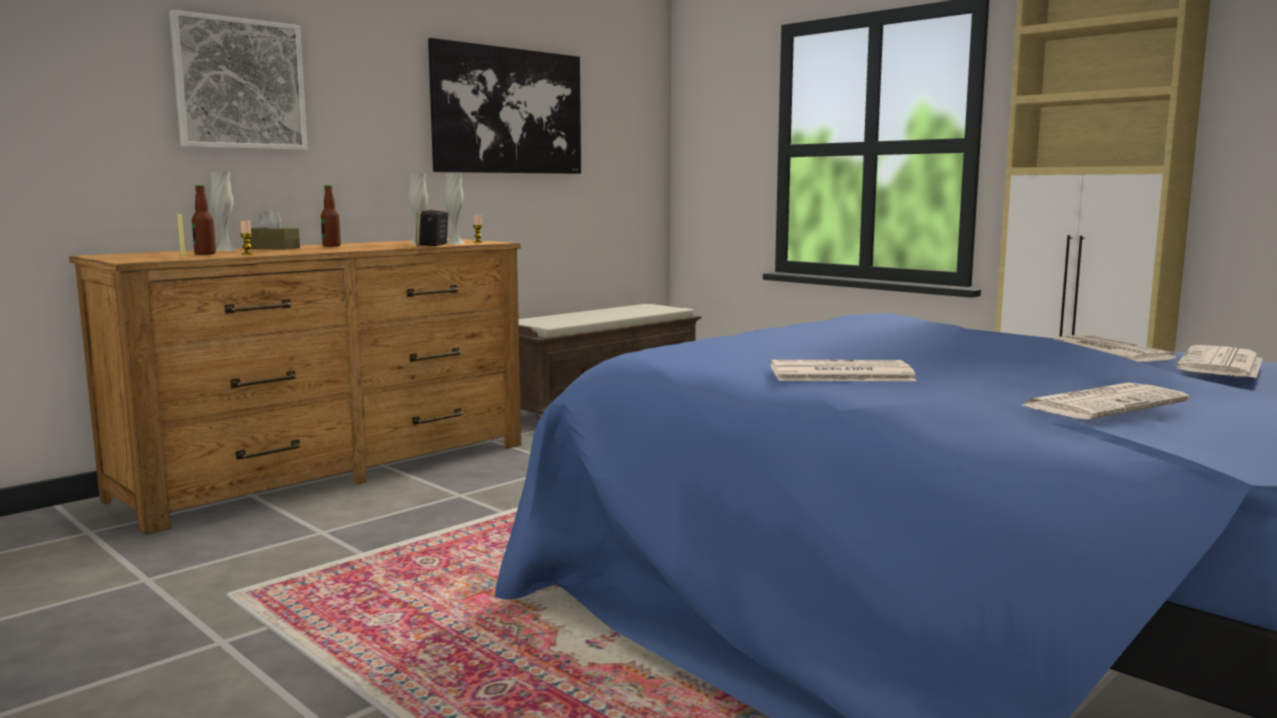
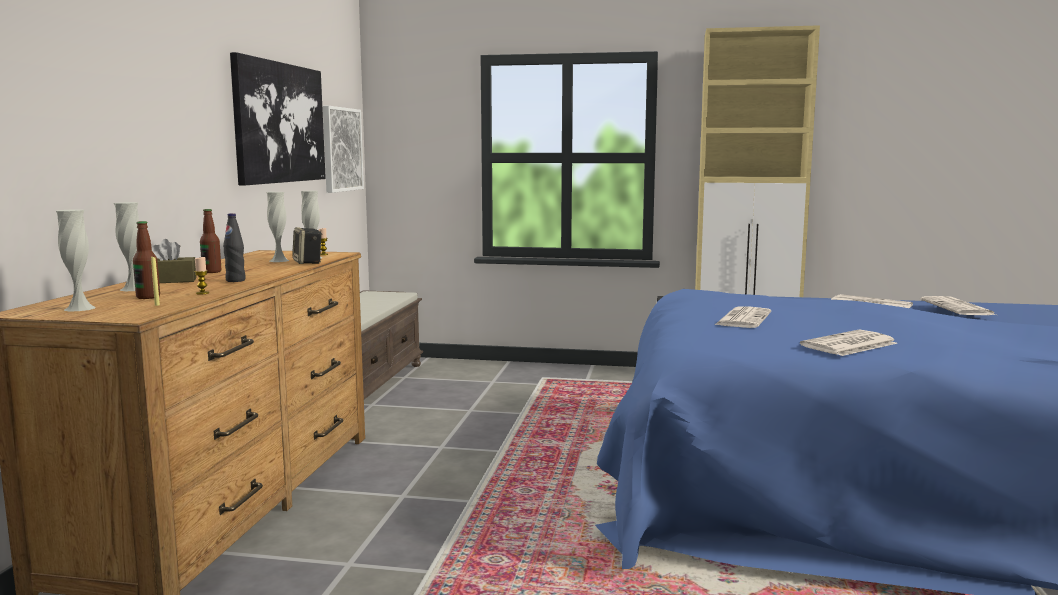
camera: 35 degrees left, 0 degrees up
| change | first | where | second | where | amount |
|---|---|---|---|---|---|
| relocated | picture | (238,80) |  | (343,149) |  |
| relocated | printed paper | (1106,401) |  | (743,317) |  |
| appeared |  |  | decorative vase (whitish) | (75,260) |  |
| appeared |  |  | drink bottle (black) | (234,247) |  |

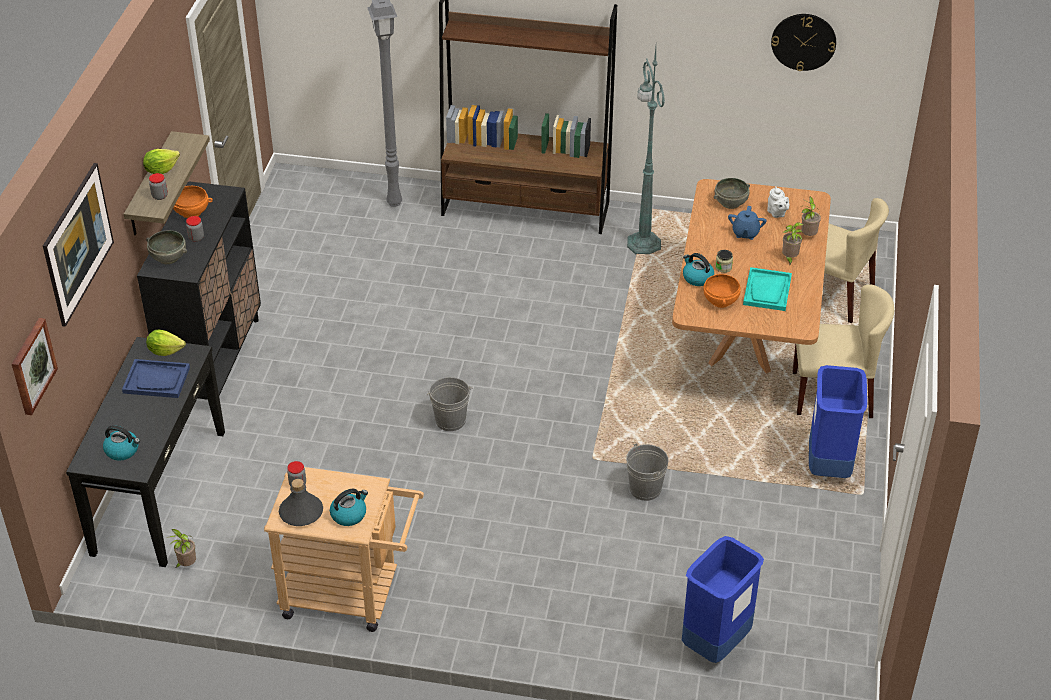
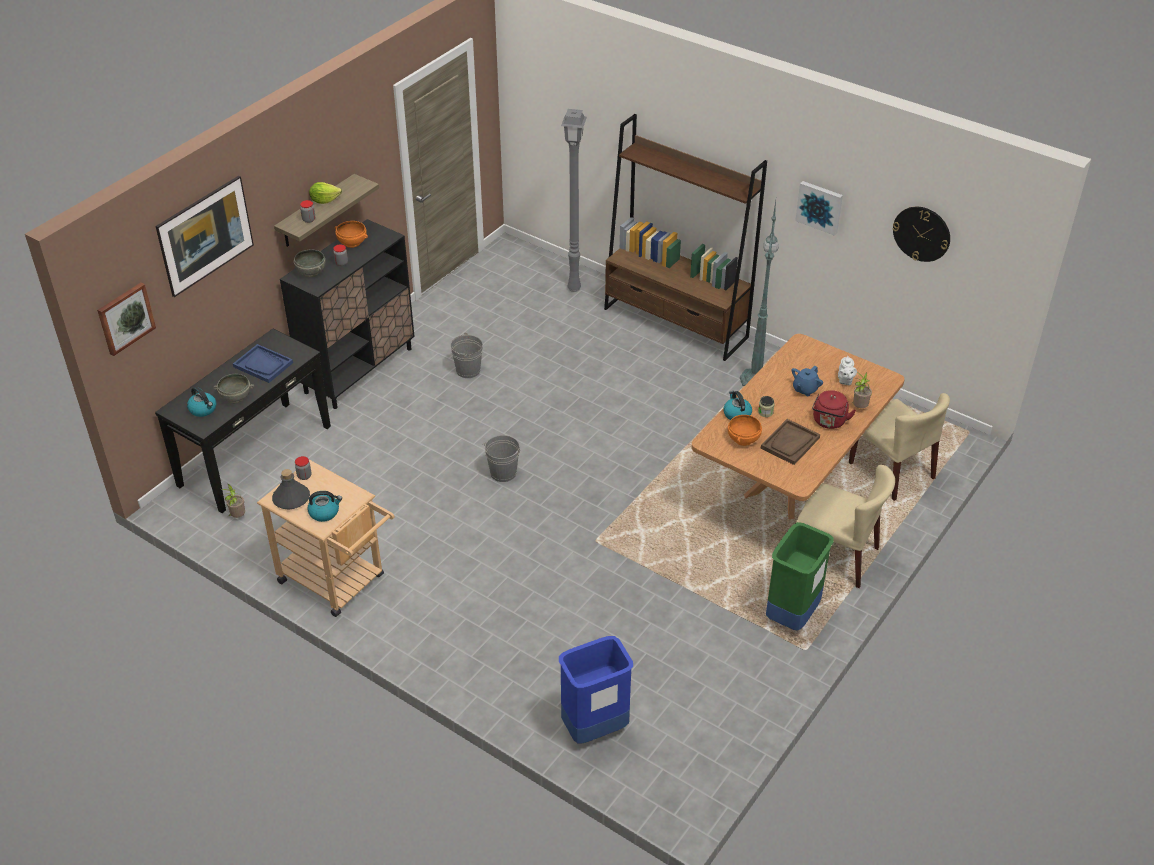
camera: 25 degrees right, 0 degrees up
| change | first | where | second | where | amount |
|---|---|---|---|---|---|
| relocated | deep dish (grey) | (732,193) |  | (233,388) |  |
| exchanged | potted plant | (792,244) | kettle (red-coloured) | (834,409) |  |
| colour | carrying tray (turquoise-coloured) | (767,289) | carrying tray (brown-coloured) | (790,442) |  |
| missing | lettuce head | (166,343) |  |  |  |
| colour | rubbish bin (blue) | (838,421) | rubbish bin (green) | (800,576) |  |
| relocated | pail (grey) | (647,472) |  | (466,355) |  |
| appeared |  |  | picture | (819,208) |  |

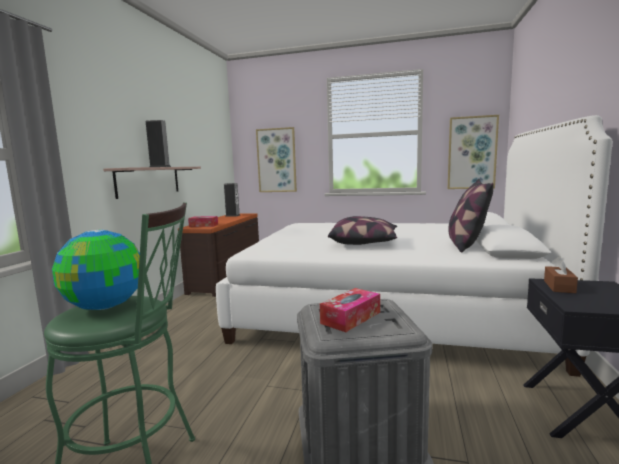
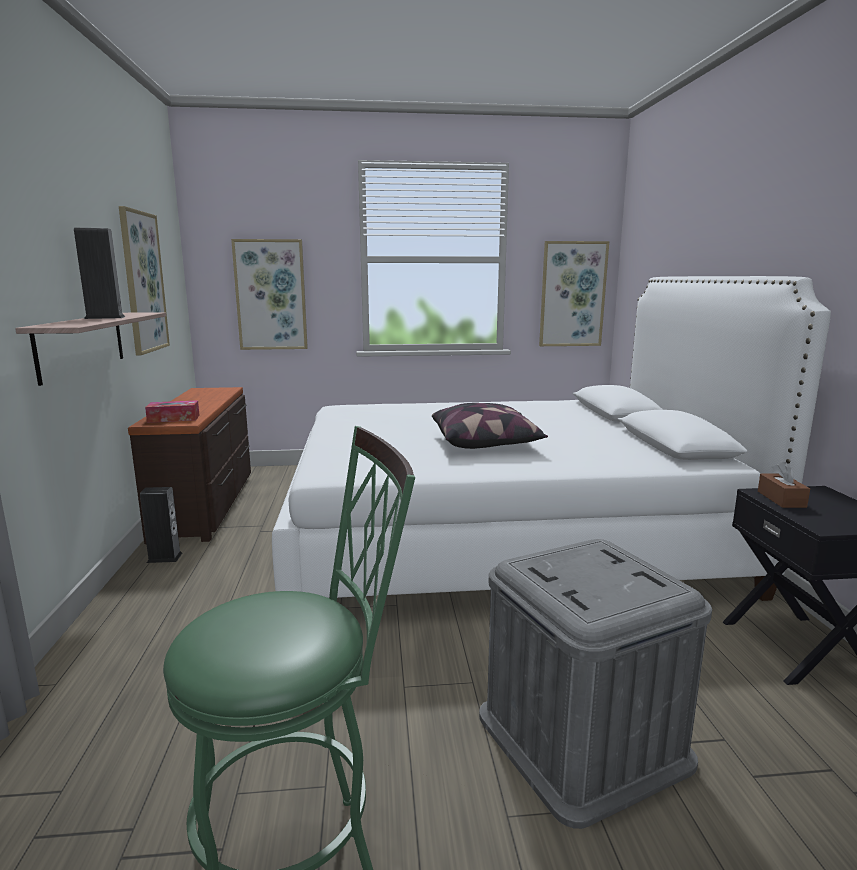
camera: 20 degrees left, 5 degrees up
| change | first | where | second | where | amount |
|---|---|---|---|---|---|
| missing | pillow | (471,216) |  |  |  |
| relocated | audio speaker | (232,199) |  | (161,525) |  |
| missing | desk globe | (96,270) |  |  |  |
| missing | tissue holder | (350,310) |  |  |  |
| appeared |  |  | picture | (144,280) |  |

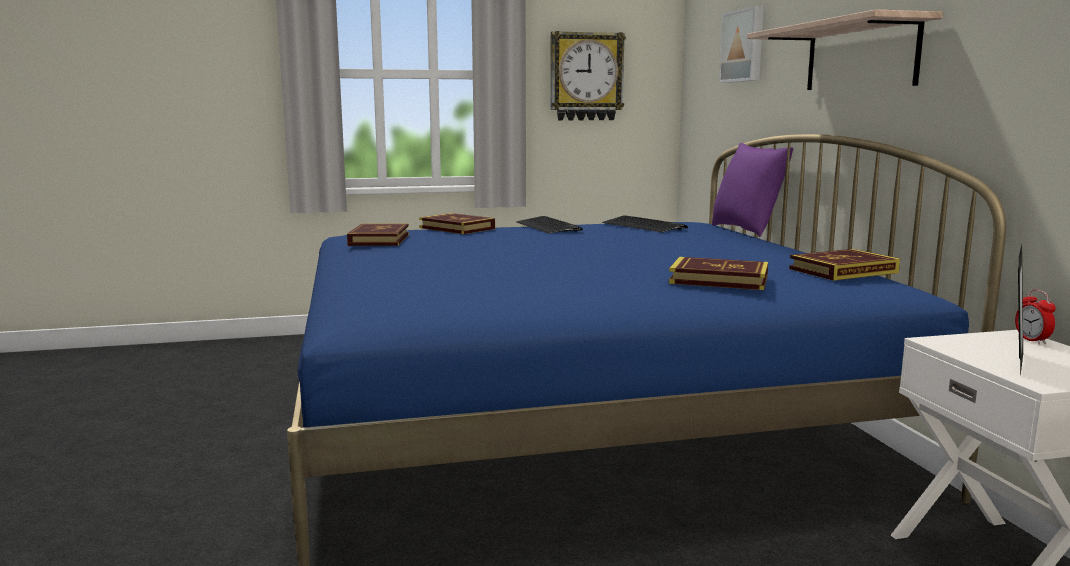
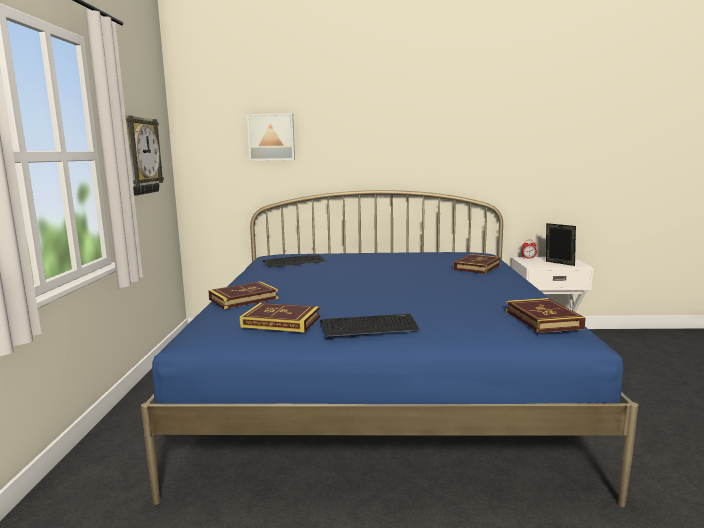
camera: 75 degrees left, 0 degrees up
| change | first | where | second | where | amount |
|---|---|---|---|---|---|
| missing | bracket shelf | (845,49) |  |  |  |
| missing | pillow (purplish) | (752,190) |  |  |  |
| relocated | keyboard | (549,225) |  | (369,325) |  |
| relocated | bound book | (844,265) |  | (546,315) |  |

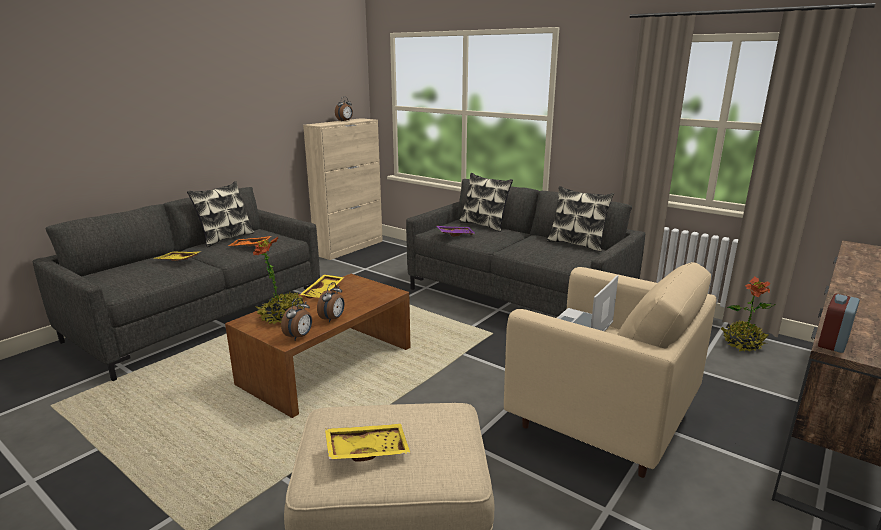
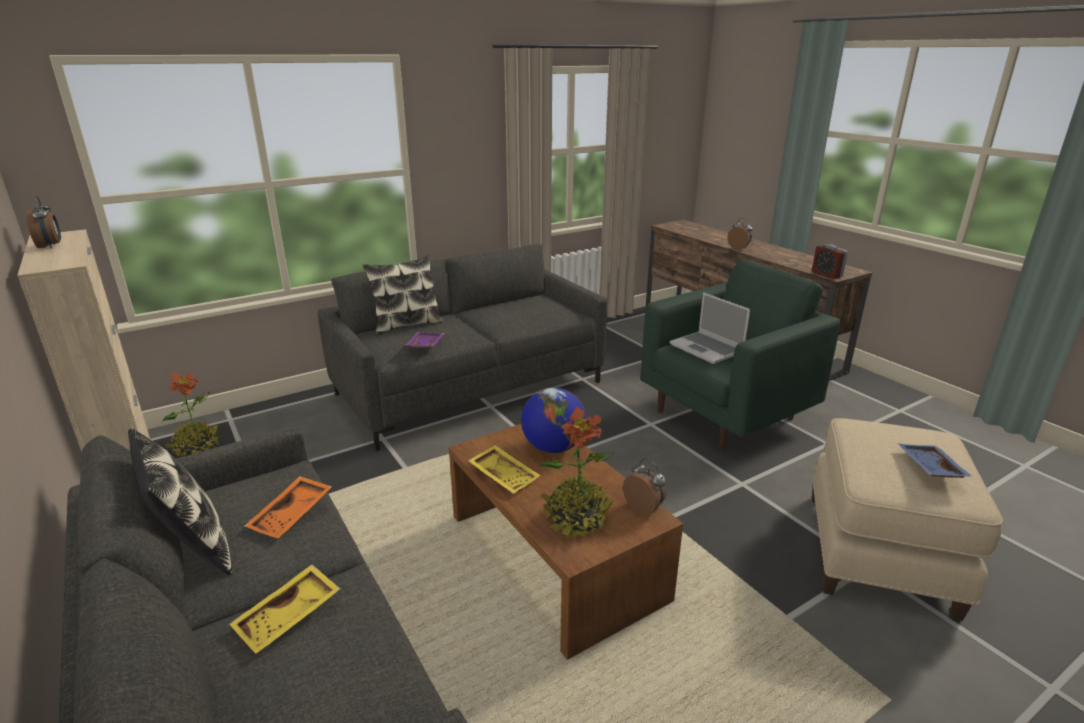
camera: 70 degrees left, 5 degrees up
| change | first | where | second | where | amount |
|---|---|---|---|---|---|
| missing | pillow | (580,219) |  |  |  |
| colour | lounge chair (beige) | (610,370) | lounge chair (green) | (740,354) |  |
| relocated | potted plant | (748,314) |  | (191,414) |  |
| relocated | bedside clock | (330,302) |  | (740,234) |  |
| colour | carrying tray (yellow-coloured) | (367,443) | carrying tray (blue) | (935,460) |  |
| appeared |  |  | desk globe | (553,420) |  |

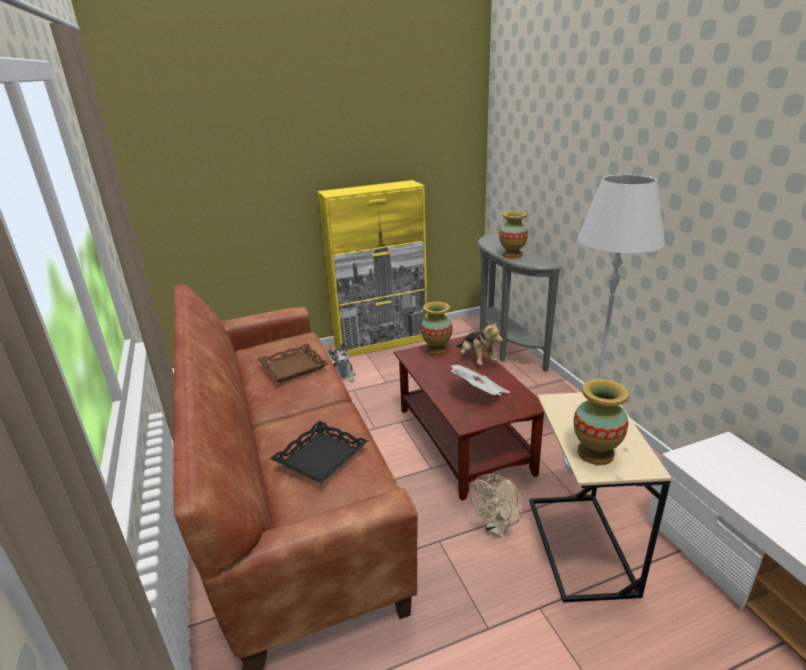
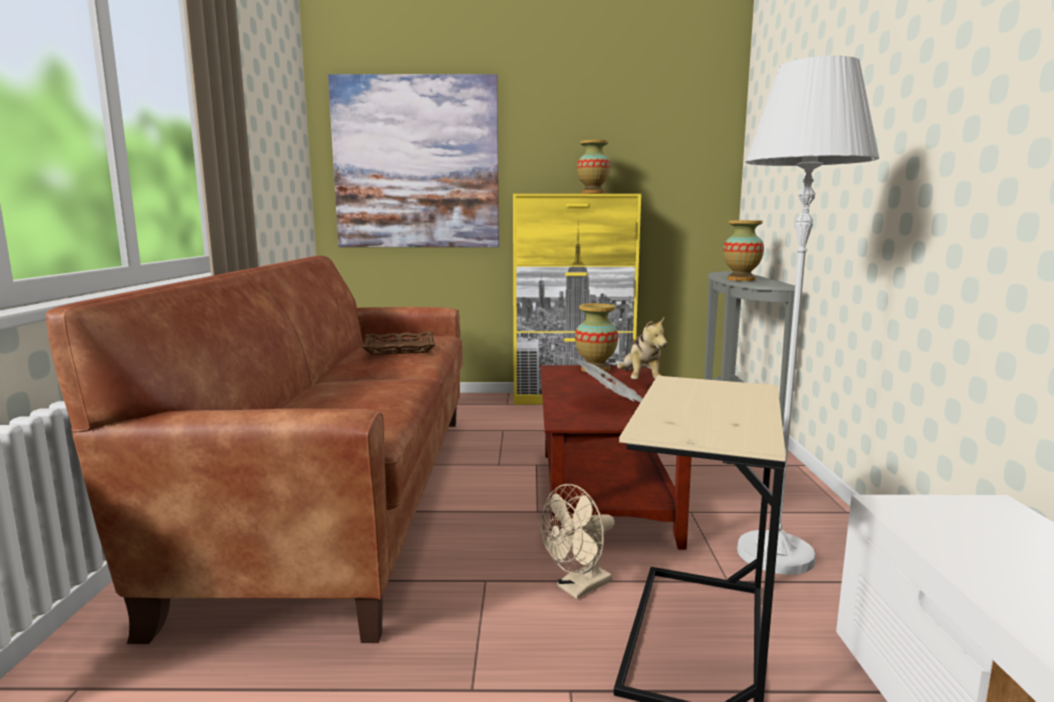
camera: 20 degrees right, 15 degrees down
| change | first | where | second | where | amount |
|---|---|---|---|---|---|
| missing | plush toy | (341,363) |  |  |  |
| relocated | decorative vase | (601,422) |  | (594,167) |  |
| missing | carrying tray (black) | (319,452) |  |  |  |
| appeared |  |  | picture | (413,160) |  |

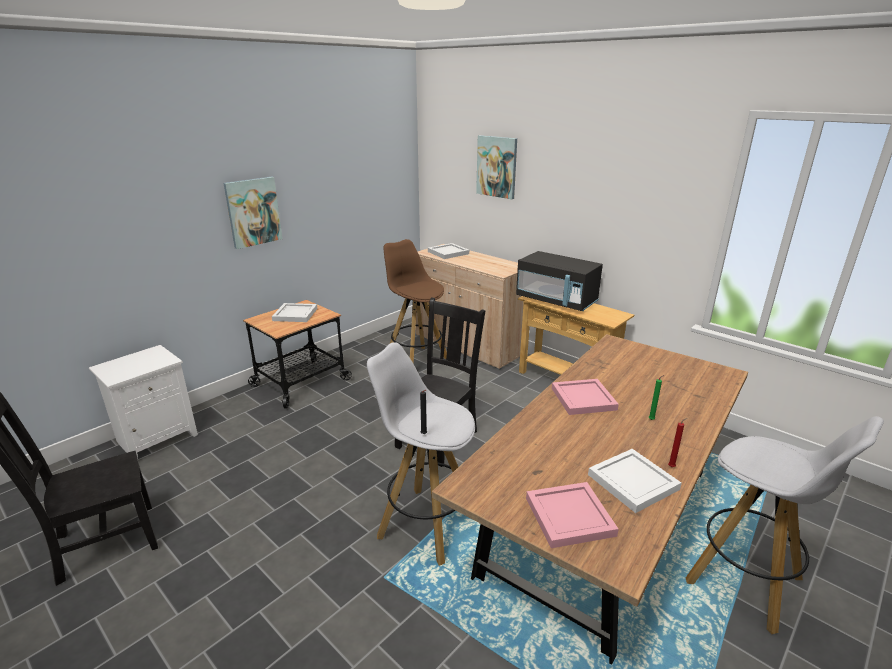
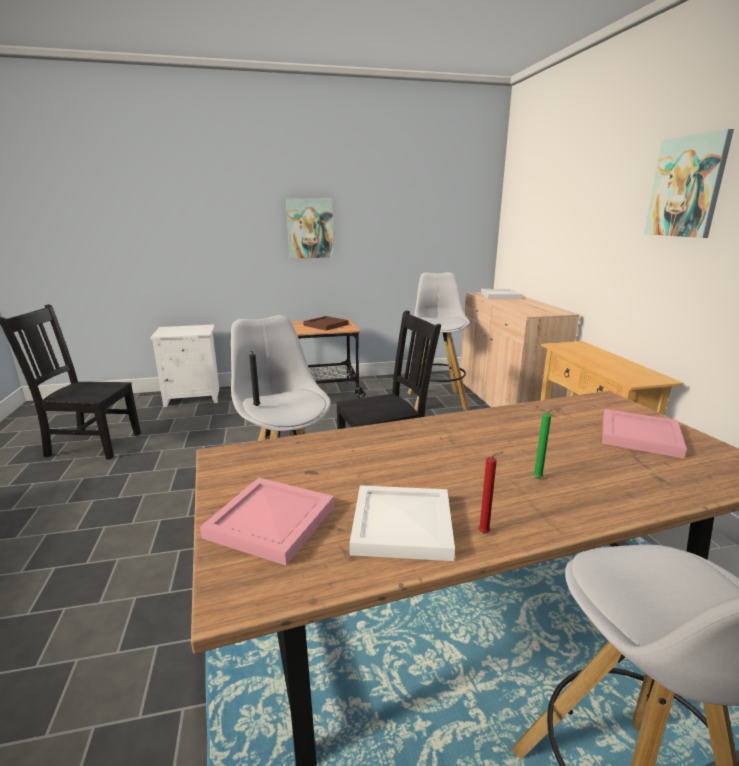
camera: 35 degrees right, 5 degrees down
| change | first | where | second | where | amount |
|---|---|---|---|---|---|
| relocated | picture | (496,167) |  | (689,183) |  |
| colour | stool (brown-coloured) | (415,301) | stool (whitish) | (439,341) |  |
| missing | microwave (black) | (559,281) |  |  |  |
| colour | carrying tray (whitish) | (295,312) | carrying tray (brown-coloured) | (325,323) |  |
| relocated | carrying tray (pink) | (585,397) |  | (644,433) |  |

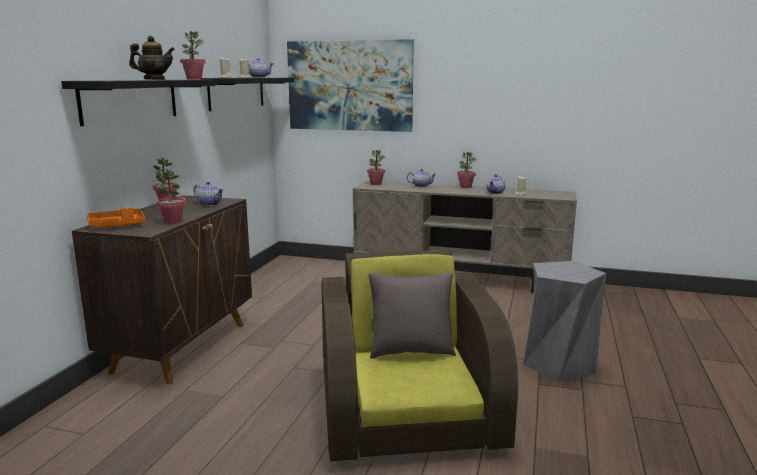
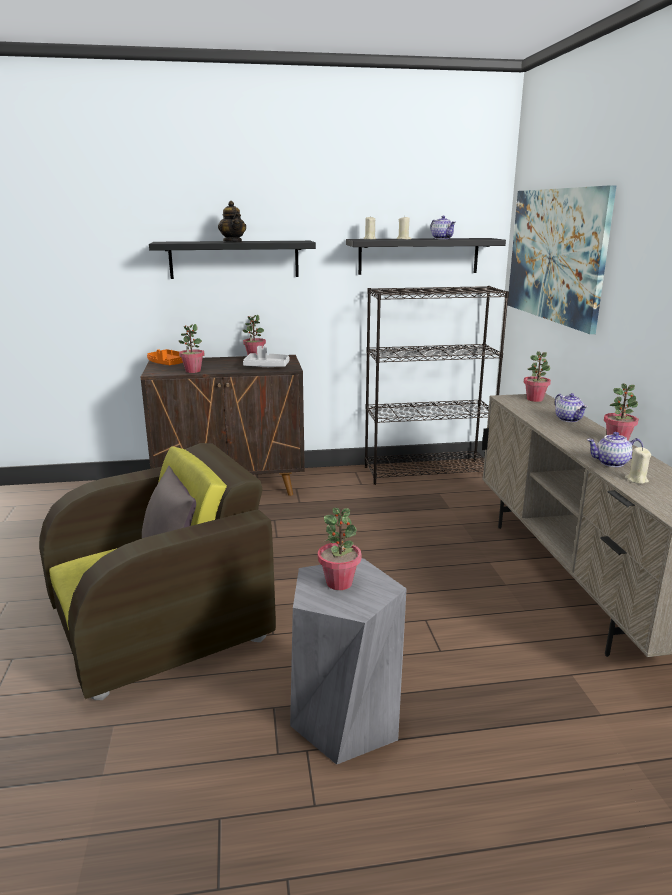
camera: 65 degrees right, 5 degrees up
| change | first | where | second | where | amount |
|---|---|---|---|---|---|
| relocated | potted plant | (192,55) |  | (340,549) |  |
| exchanged | pot for tea | (209,193) | carrying tray (grey) | (266,356) |  |
| appeared |  |  | bookcase (black) | (437,385) |  |

